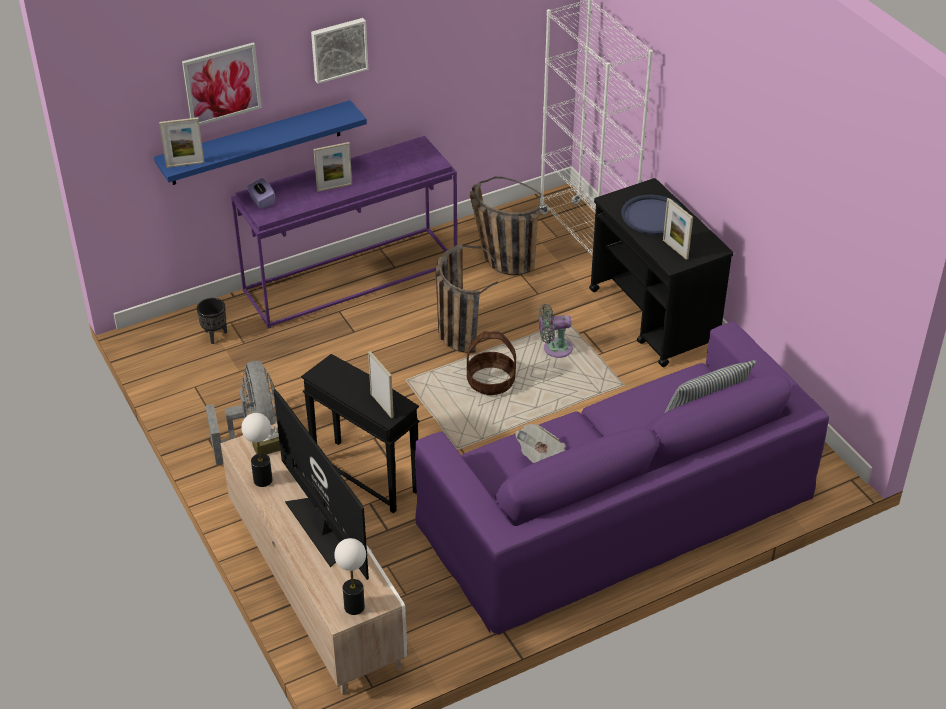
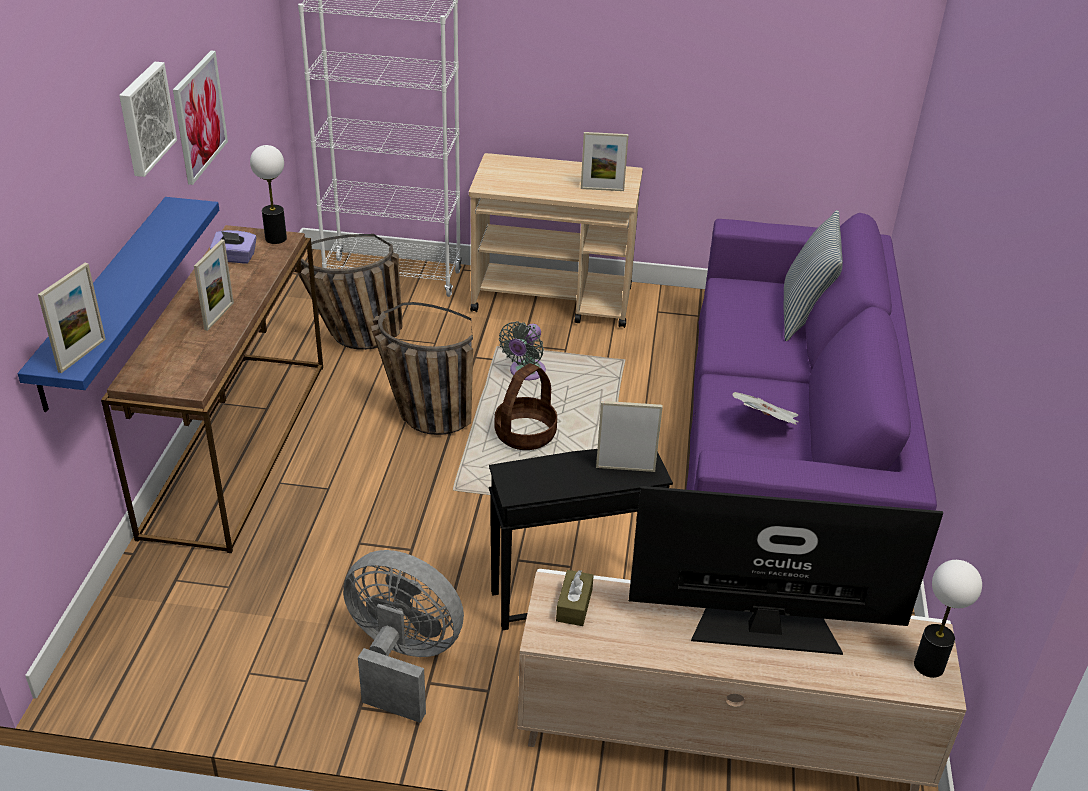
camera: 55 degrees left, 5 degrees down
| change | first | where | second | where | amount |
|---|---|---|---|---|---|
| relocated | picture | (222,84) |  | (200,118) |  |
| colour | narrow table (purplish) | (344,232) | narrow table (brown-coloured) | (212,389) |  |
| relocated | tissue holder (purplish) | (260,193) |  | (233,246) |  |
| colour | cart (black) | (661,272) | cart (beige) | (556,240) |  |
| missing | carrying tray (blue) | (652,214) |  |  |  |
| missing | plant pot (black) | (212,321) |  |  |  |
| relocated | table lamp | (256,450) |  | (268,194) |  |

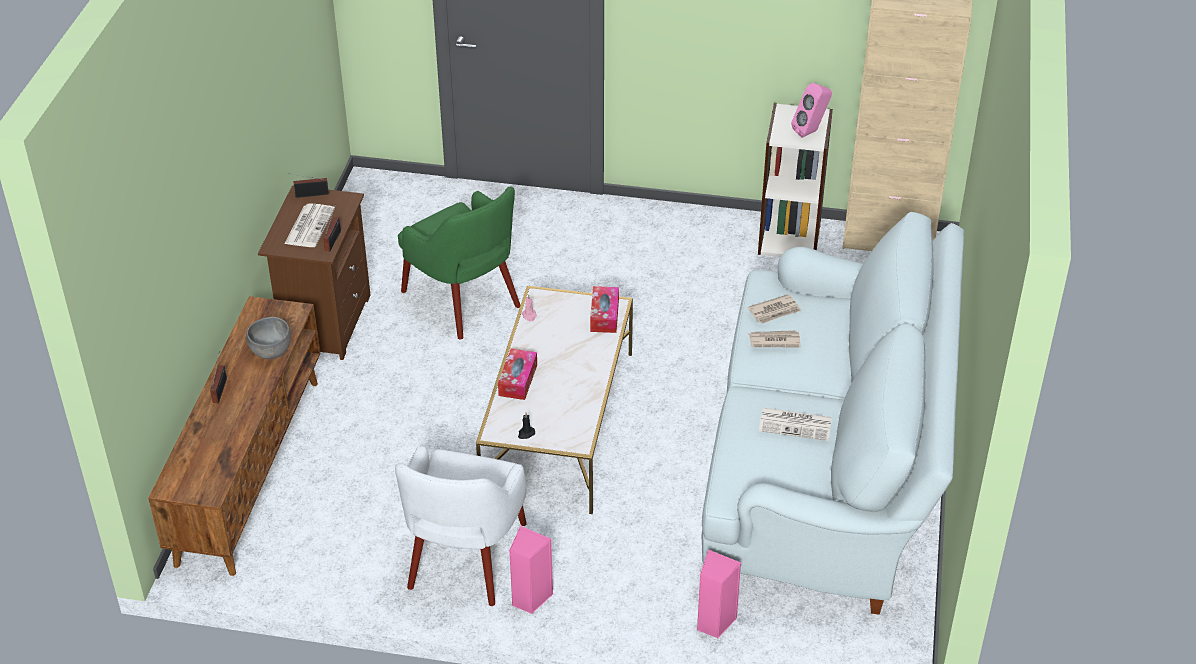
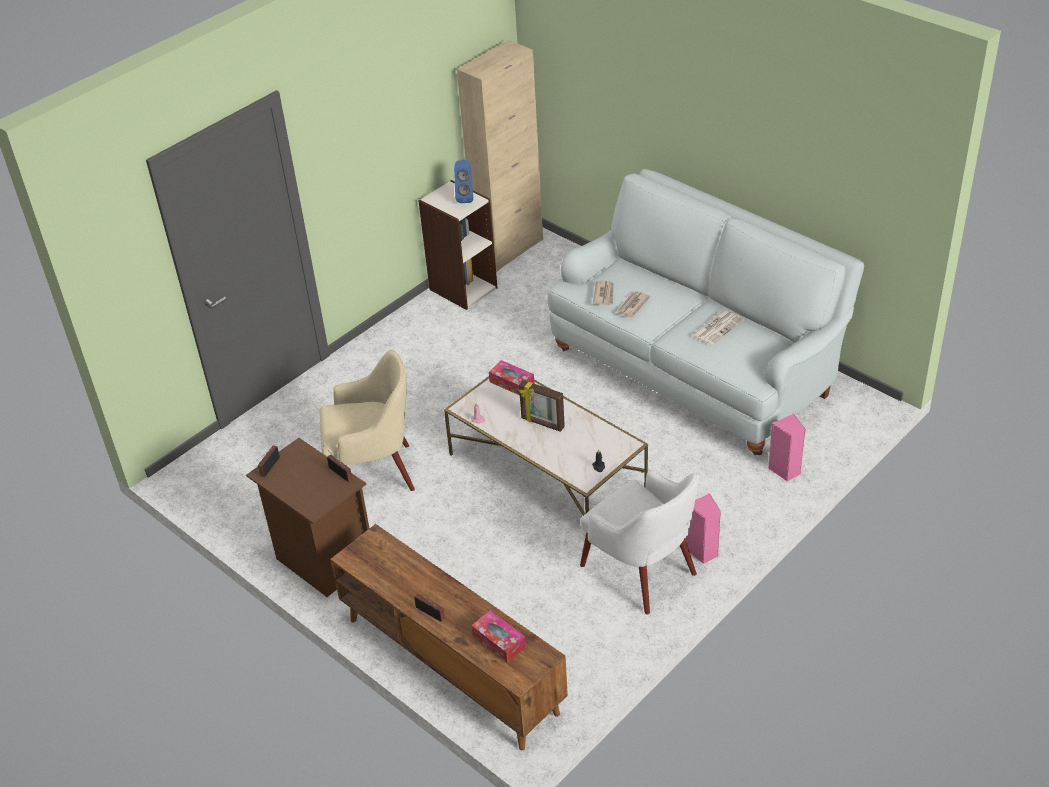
camera: 55 degrees left, 0 degrees up
| change | first | where | second | where | amount |
|---|---|---|---|---|---|
| colour | audio speaker (pink) | (811,110) | audio speaker (blue) | (463,181) |  |
| colour | lounge chair (green) | (459,263) | lounge chair (beige) | (367,420) |  |
| missing | printed paper | (309,225) |  |  |  |
| missing | deep dish (grey) | (268,338) |  |  |  |
| relocated | tissue holder | (517,374) |  | (498,637) |  |
| appeared |  |  | standing frame | (542,406) |  |

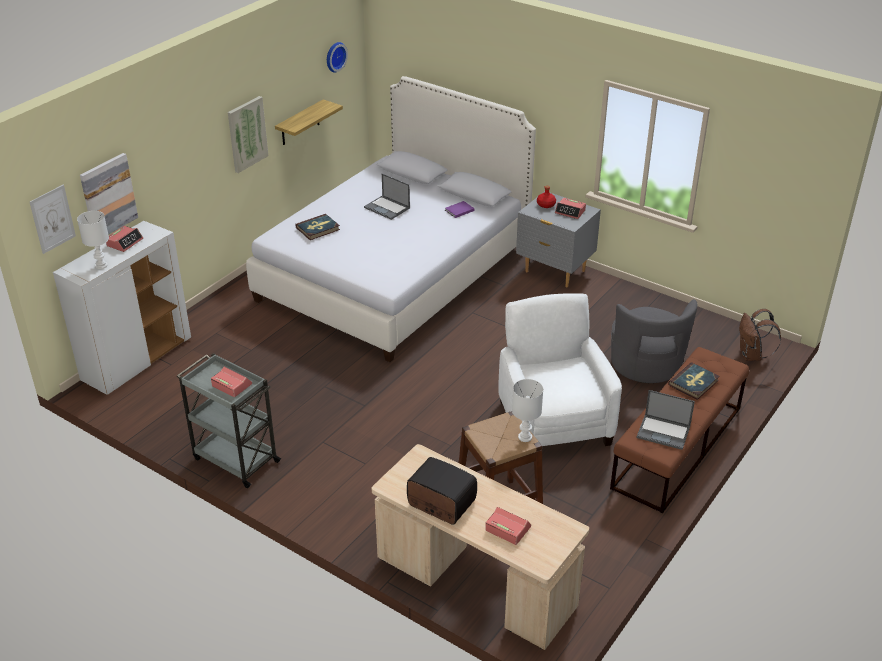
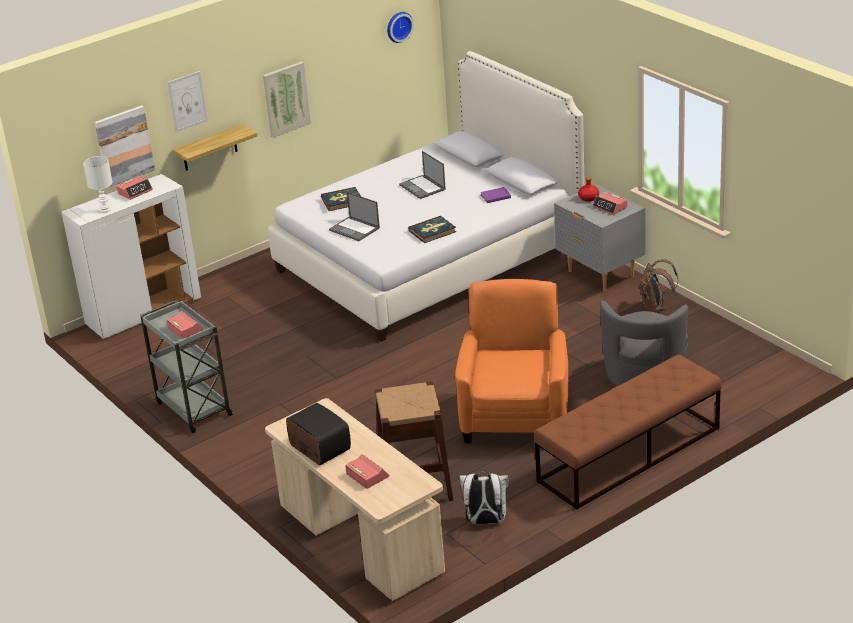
camera: 20 degrees right, 5 degrees down
| change | first | where | second | where | amount |
|---|---|---|---|---|---|
| relocated | bracket shelf | (309,122) |  | (215,147) |  |
| relocated | picture | (53,219) |  | (187,101) |  |
| colour | lounge chair (whitish) | (560,369) | lounge chair (orangey) | (511,361) |  |
| relocated | backpack (brown-coloured) | (760,335) |  | (658,286) |  |
| relocated | bound book | (694,381) |  | (432,229) |  |
| missing | table lamp (whitish) | (527,410) |  |  |  |
| relocated | laptop | (665,420) |  | (354,216) |  |
| appeared |  |  | backpack (whitish) | (484,498) |  |

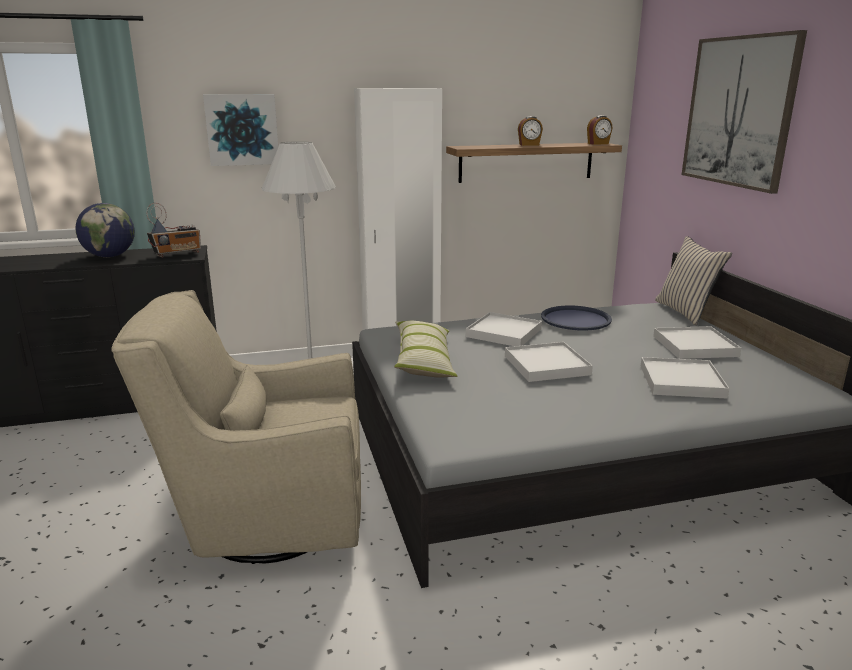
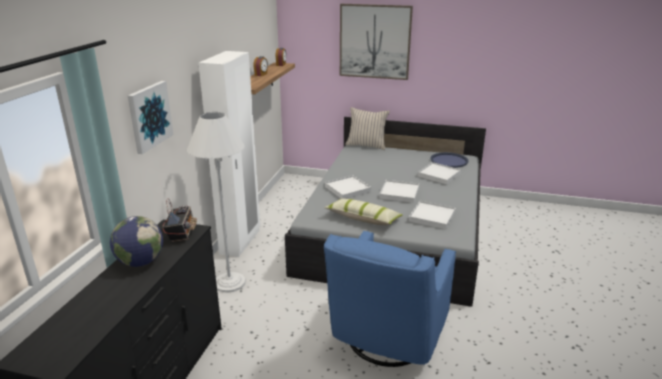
camera: 60 degrees left, 5 degrees up
| change | first | where | second | where | amount |
|---|---|---|---|---|---|
| colour | lounge chair (beige) | (236,427) | lounge chair (blue) | (390,299) |  |
| relocated | carrying tray (blue) | (576,318) |  | (449,160) |  |
| relocated | carrying tray (whitish) | (697,342) |  | (432,215) |  |

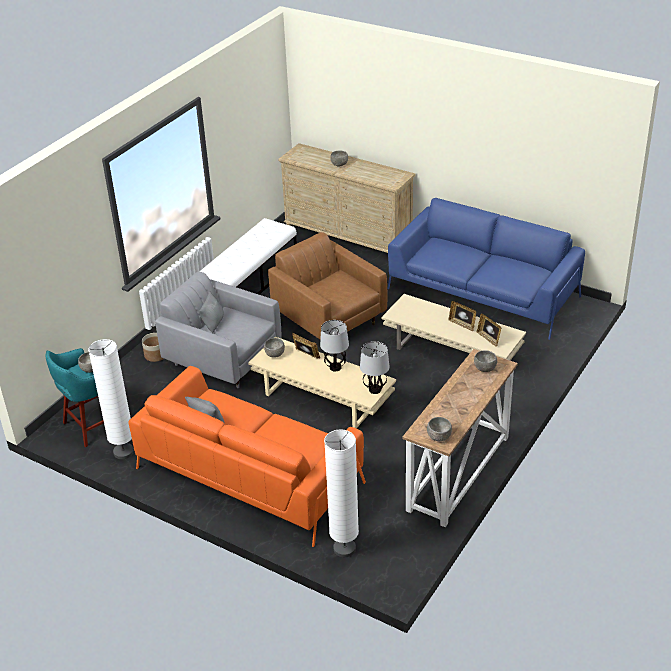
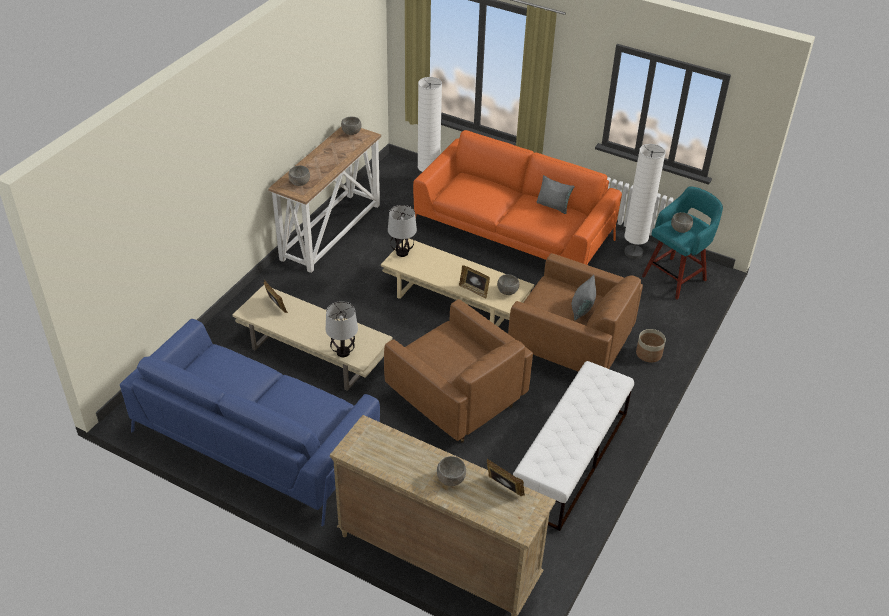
camera: 175 degrees right, 5 degrees up
| change | first | where | second | where | amount |
|---|---|---|---|---|---|
| colour | lounge chair (grey) | (218,330) | lounge chair (brown-coloured) | (575,312) |  |
| relocated | standing frame | (462,316) |  | (506,477) |  |
| relocated | table lamp | (334,345) |  | (342,329) |  |

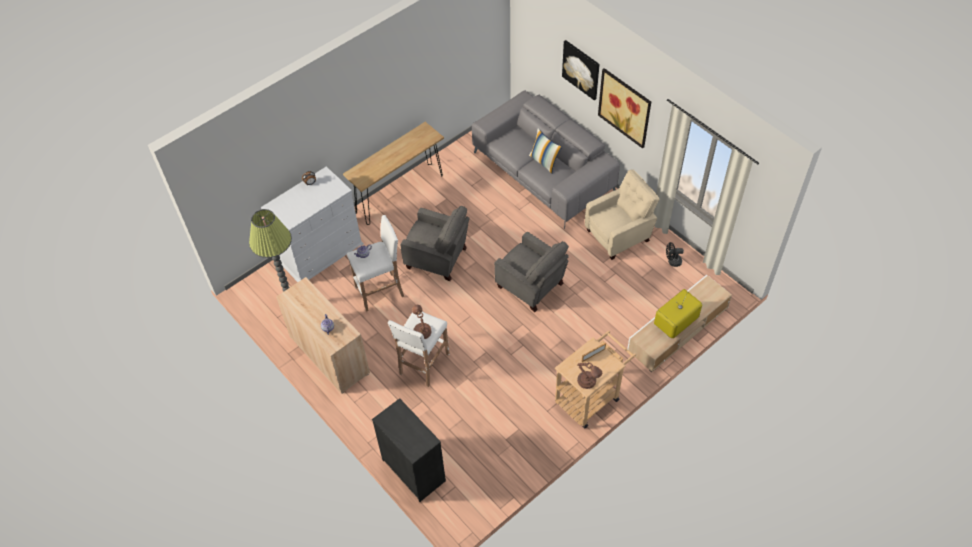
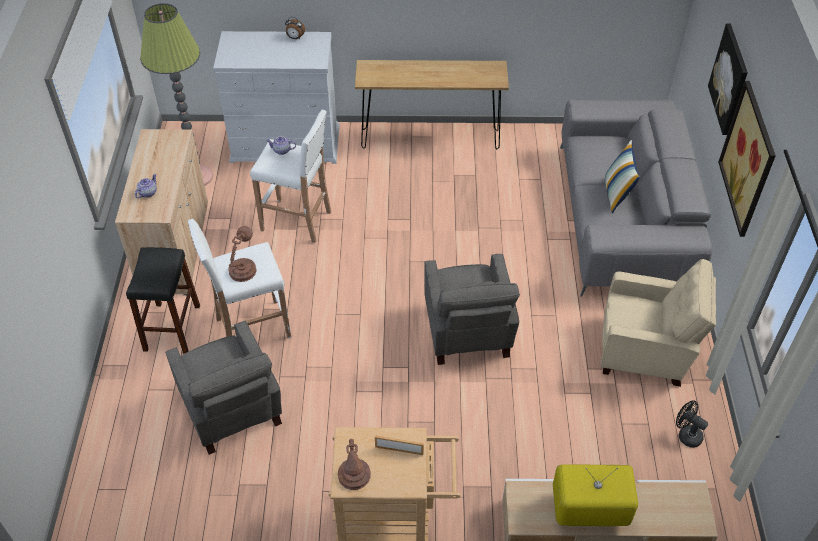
camera: 40 degrees right, 5 degrees down
| change | first | where | second | where | amount |
|---|---|---|---|---|---|
| relocated | lounge chair (grey) | (435,243) |  | (223,388) |  |
| missing | dresser (black) | (409,450) |  |  |  |
| appeared |  |  | stool (black) | (163,300) |  |

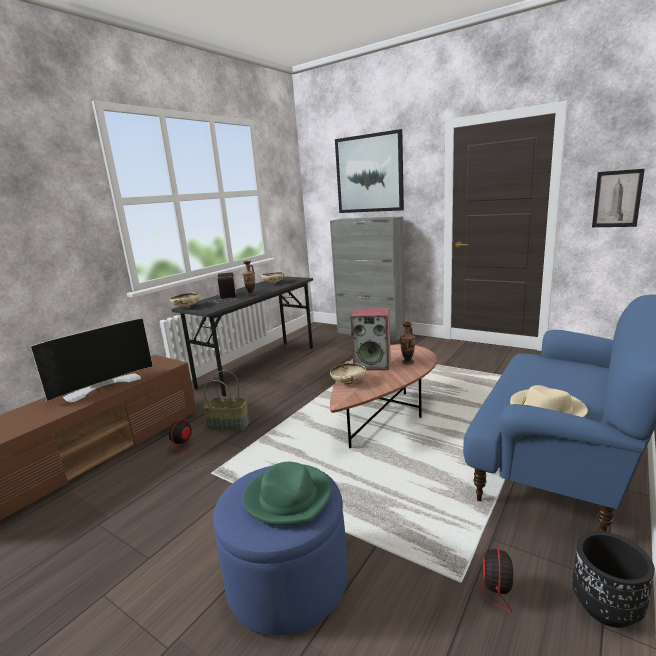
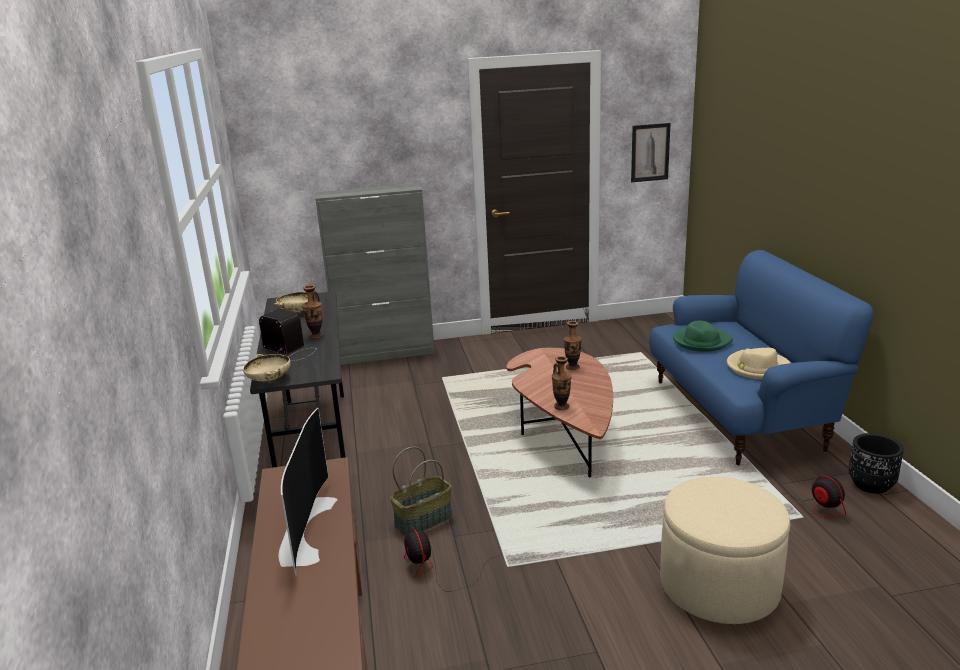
camera: 45 degrees left, 5 degrees up
| change | first | where | second | where | amount |
|---|---|---|---|---|---|
| missing | picture | (369,171) |  |  |  |
| missing | audio speaker | (370,339) |  |  |  |
| exchanged | deep dish (beige) | (348,373) | decorative vase | (562,383) |  |
| relocated | clothing hat (green) | (287,494) |  | (703,336) |  |
| colour | ottoman (blue) | (280,550) | ottoman (beige) | (725,550) |  |

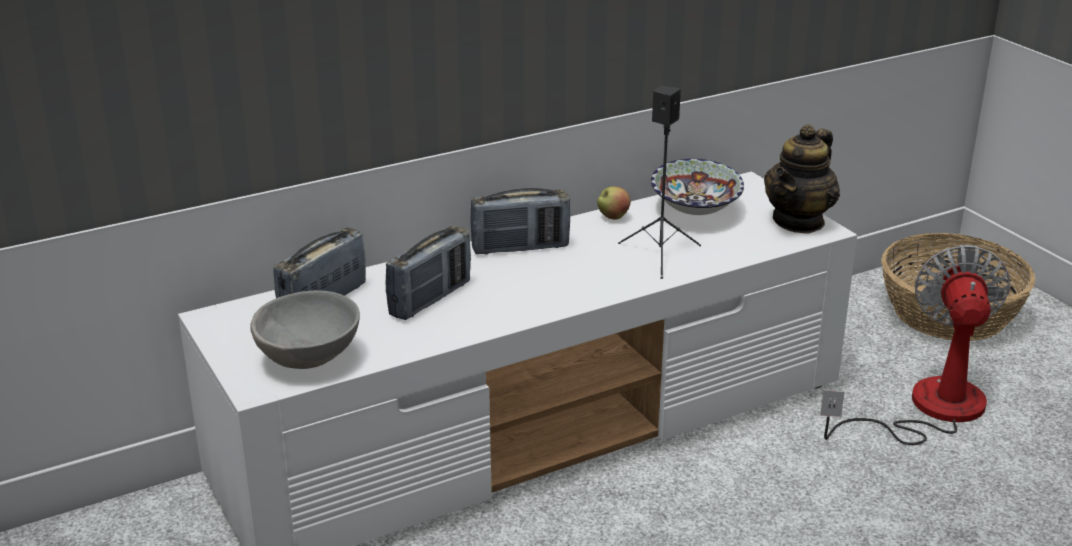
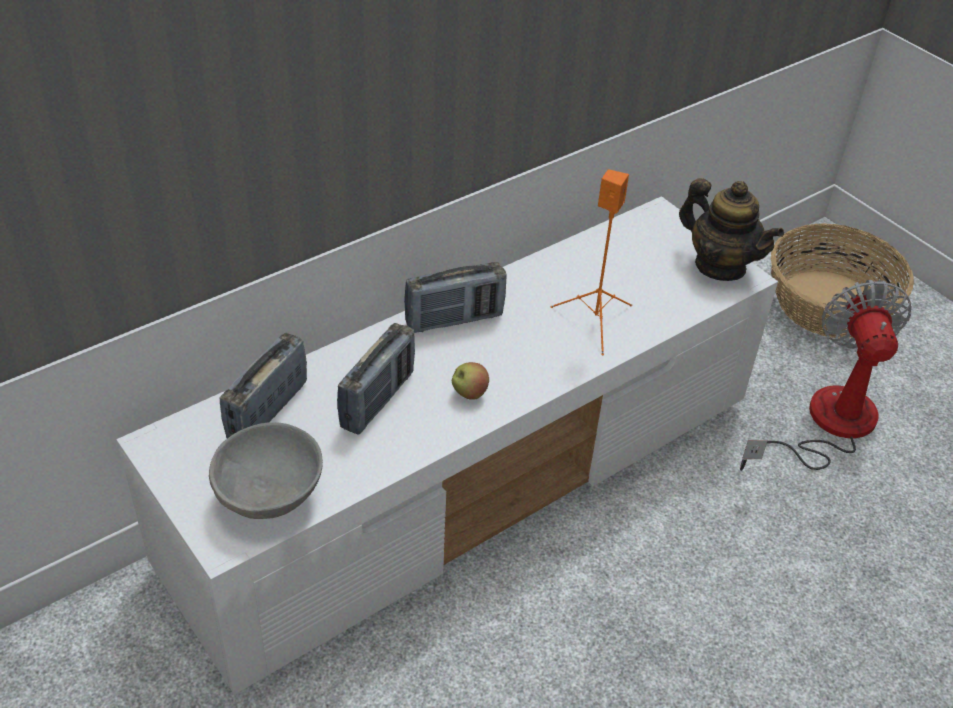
camera: 10 degrees left, 15 degrees up
| change | first | where | second | where | amount |
|---|---|---|---|---|---|
| colour | audio speaker (black) | (659,182) | audio speaker (orangey) | (591,262) |  |
| spun | pot for tea | (802,179) |  | (731,229) | 75 degrees counterclockwise |
| missing | deep dish | (697,187) |  |  |  |
| relocated | whole apple | (614,203) |  | (470,381) |  |

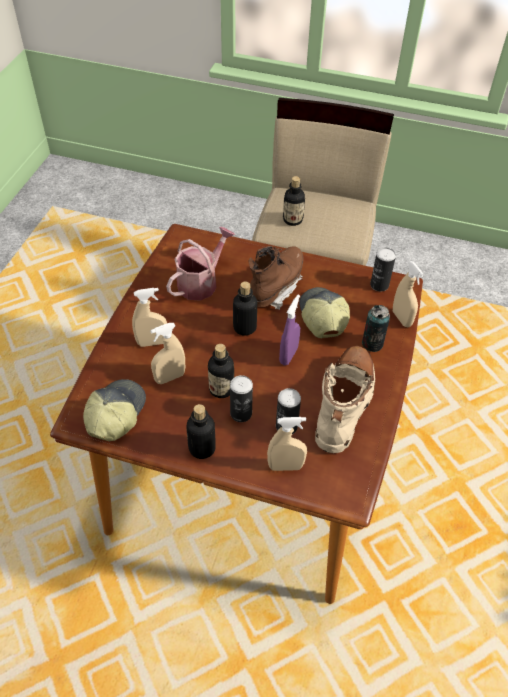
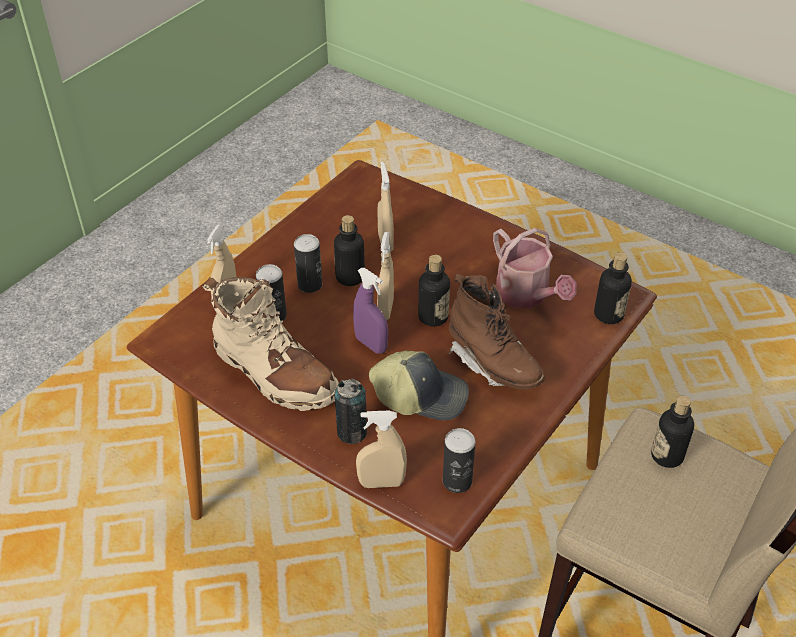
camera: 110 degrees right, 5 degrees down
| change | first | where | second | where | amount |
|---|---|---|---|---|---|
| relocated | hand sprayer (beige) | (149,317) |  | (385,276) |  |
| missing | baseball cap | (114,410) |  |  |  |
| relocated | drink bottle | (201,431) |  | (613,288) |  |

